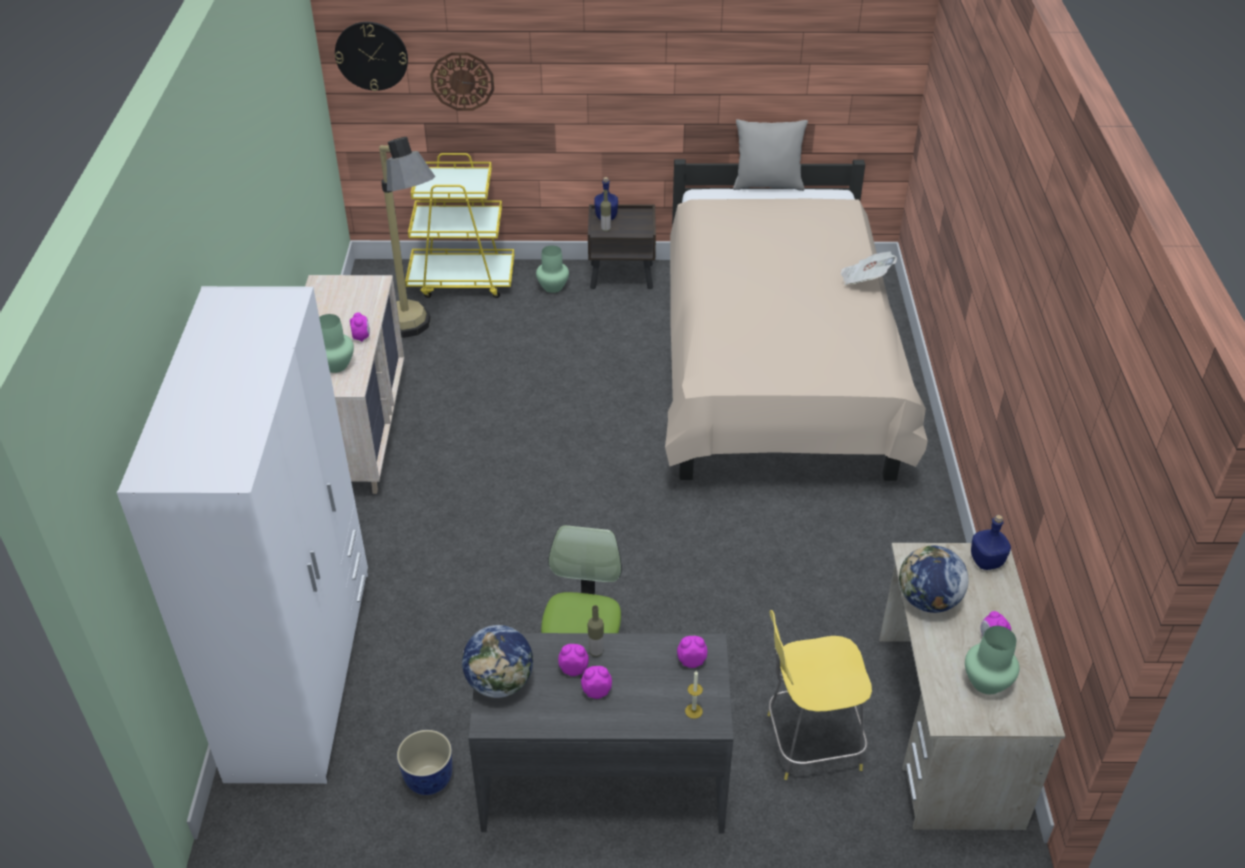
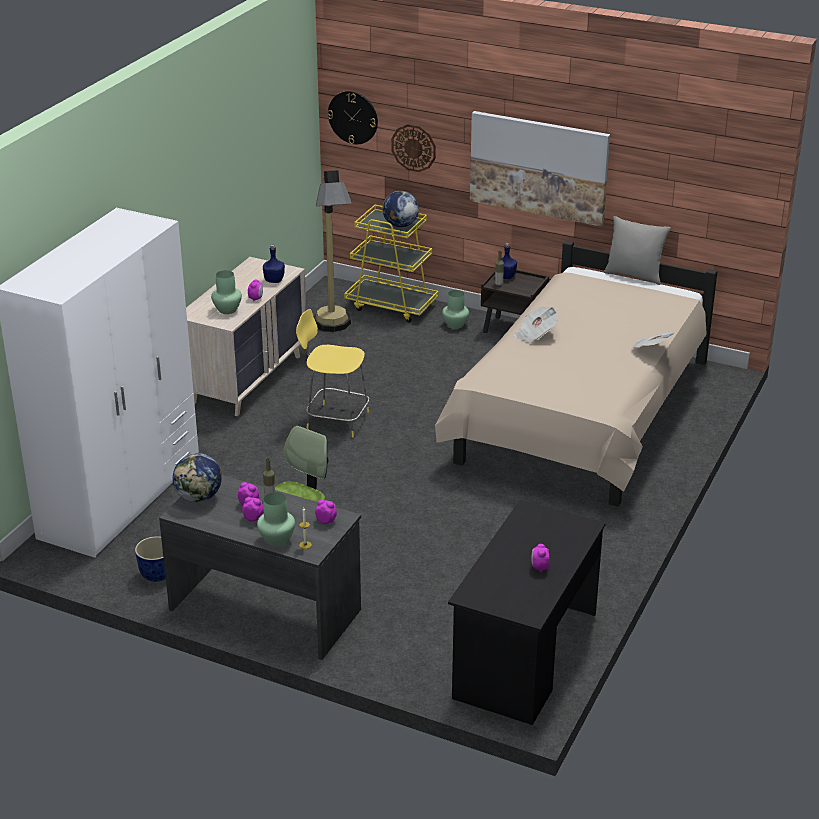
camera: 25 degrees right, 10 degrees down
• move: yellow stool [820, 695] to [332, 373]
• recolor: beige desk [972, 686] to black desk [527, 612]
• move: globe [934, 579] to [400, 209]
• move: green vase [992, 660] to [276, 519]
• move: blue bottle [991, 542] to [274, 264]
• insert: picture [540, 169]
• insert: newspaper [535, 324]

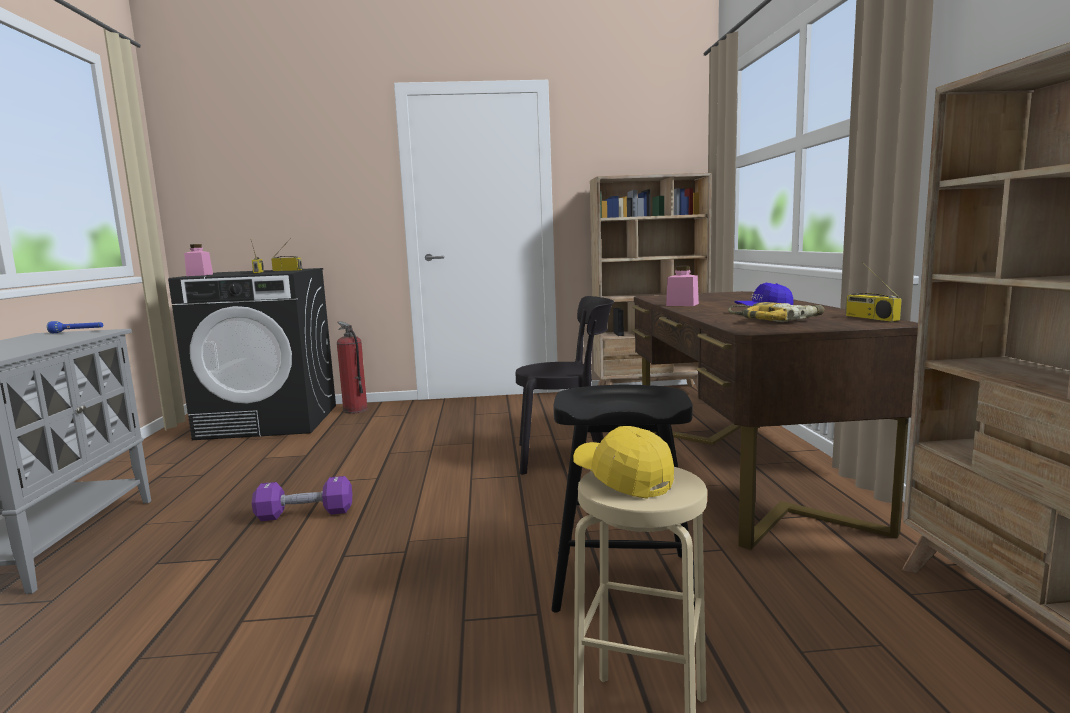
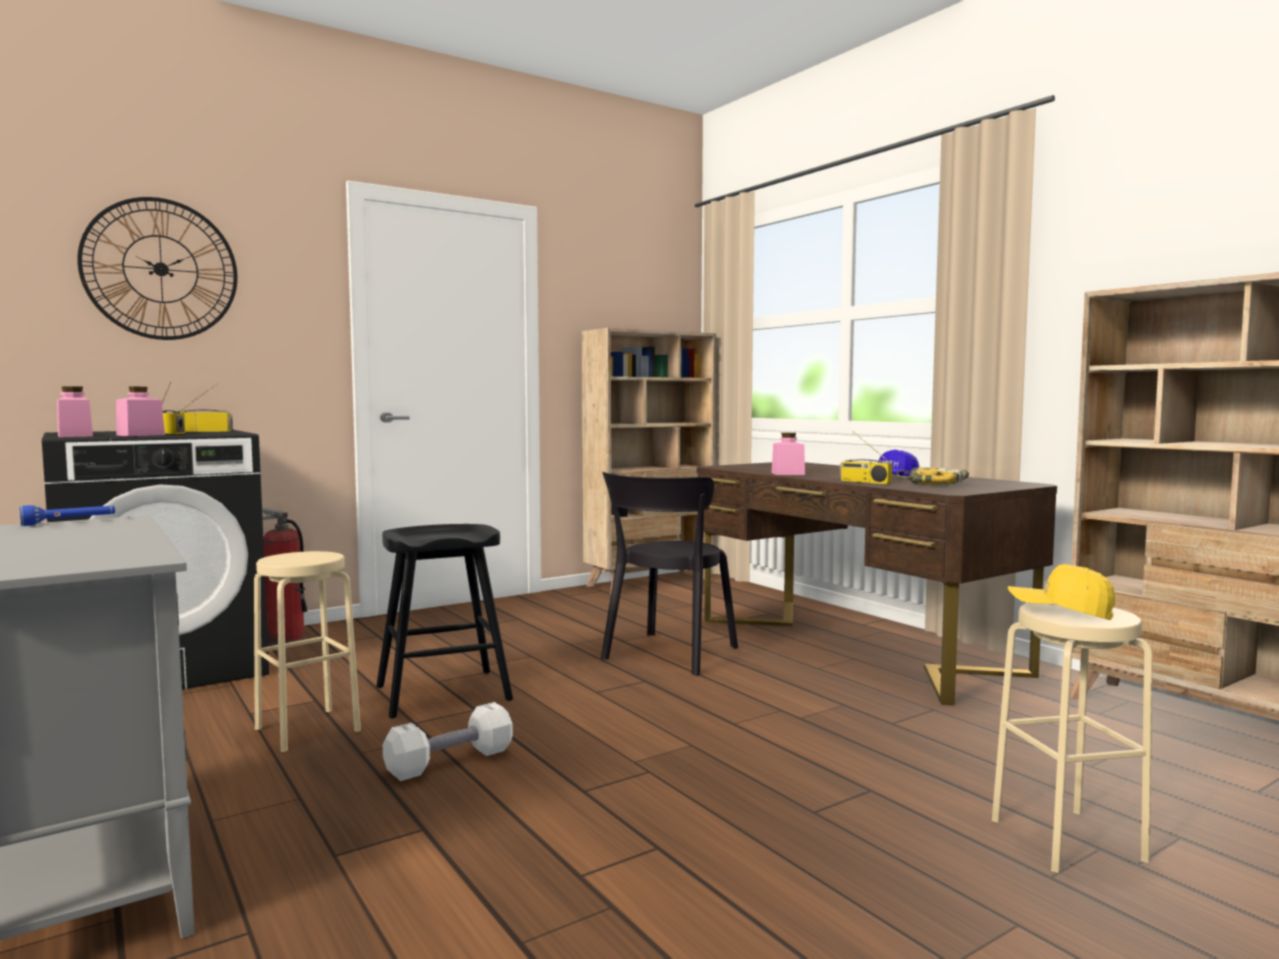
camera: 30 degrees left, 5 degrees down
• recolor: purple dumbbell [302, 498] to white dumbbell [448, 741]
• rotate: black chair [565, 385] = [669, 574] 150 degrees clockwise
• move: black stool [623, 499] to [444, 621]
• move: radio [873, 292] to [866, 457]
• insert: wall clock [157, 268]
• insert: pink jar [140, 411]
• insert: beige stool [307, 651]

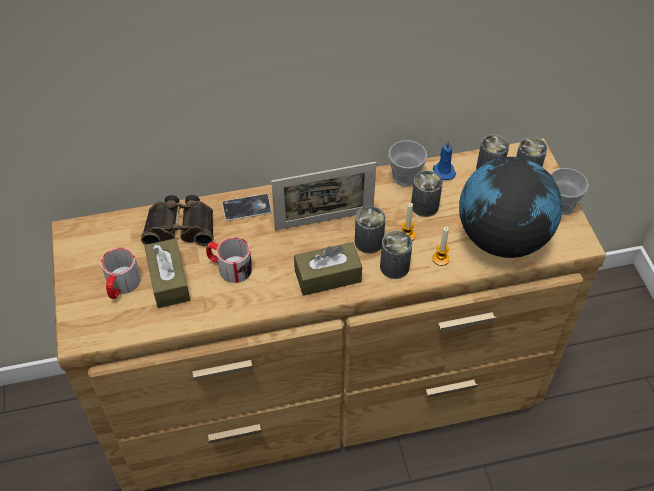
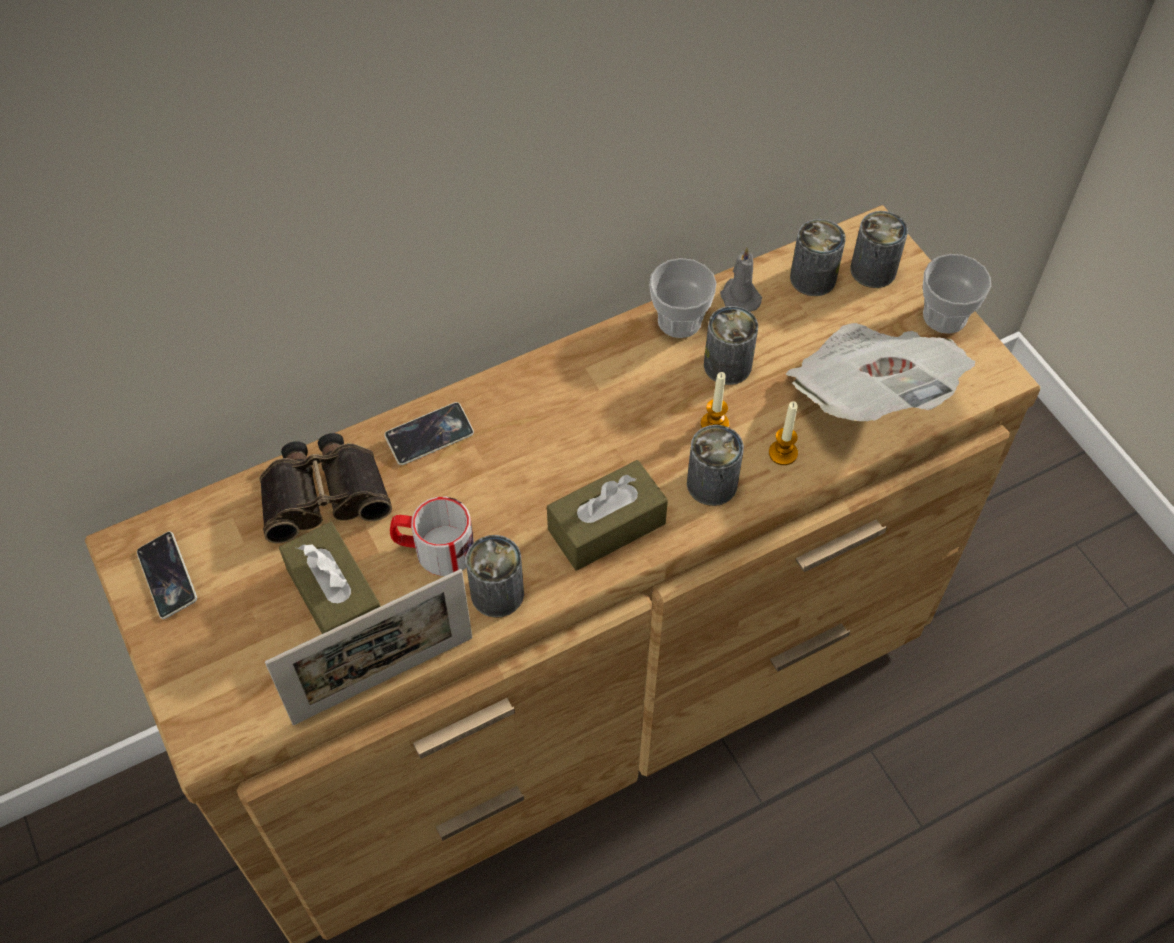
camera: 15 degrees left, 5 degrees up
• delete: mug [121, 273]
• move: picture frame [323, 196] to [368, 647]
• move: can [370, 230] to [495, 576]
• recolor: blue candle [444, 160] to grey candle [741, 279]
• replace: globe [510, 207] to newspaper [880, 372]
• insert: phone [167, 575]

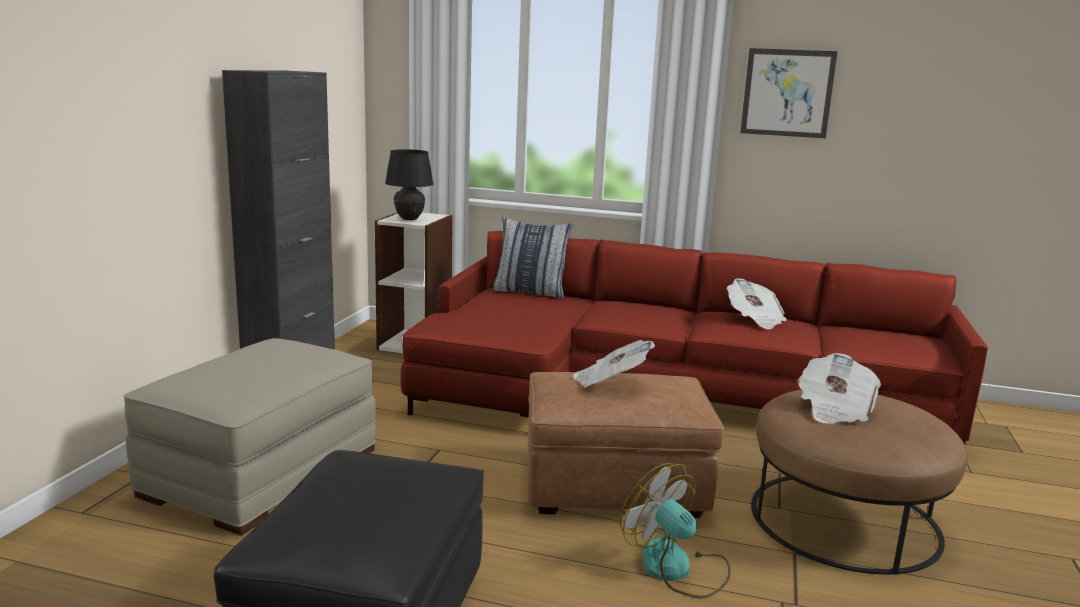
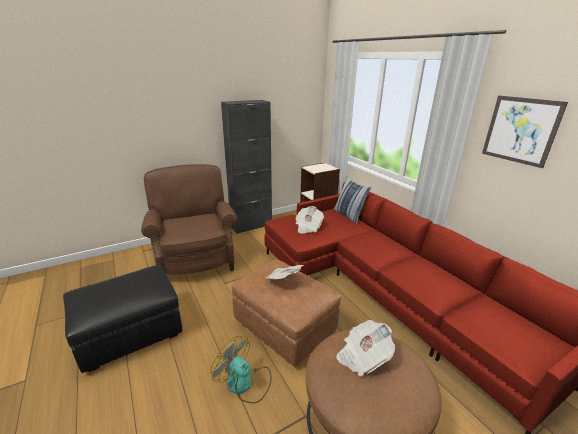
camera: 45 degrees right, 10 degrees up
• replace: beige ottoman [250, 437] to brown armchair [189, 219]
• delete: black table lamp [409, 184]
• rotate: fan [675, 530] = [241, 369] 60 degrees counterclockwise
• move: newspaper [757, 303] to [309, 219]

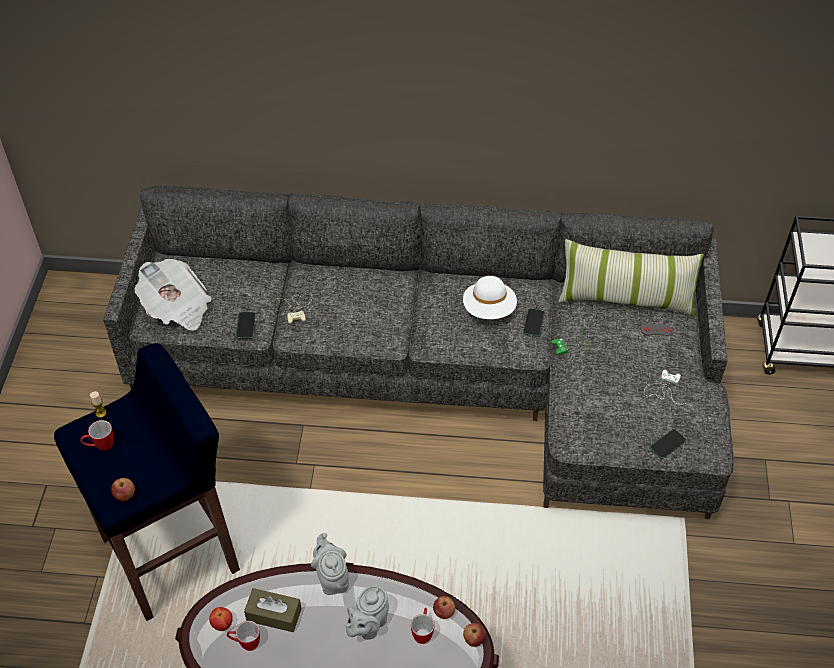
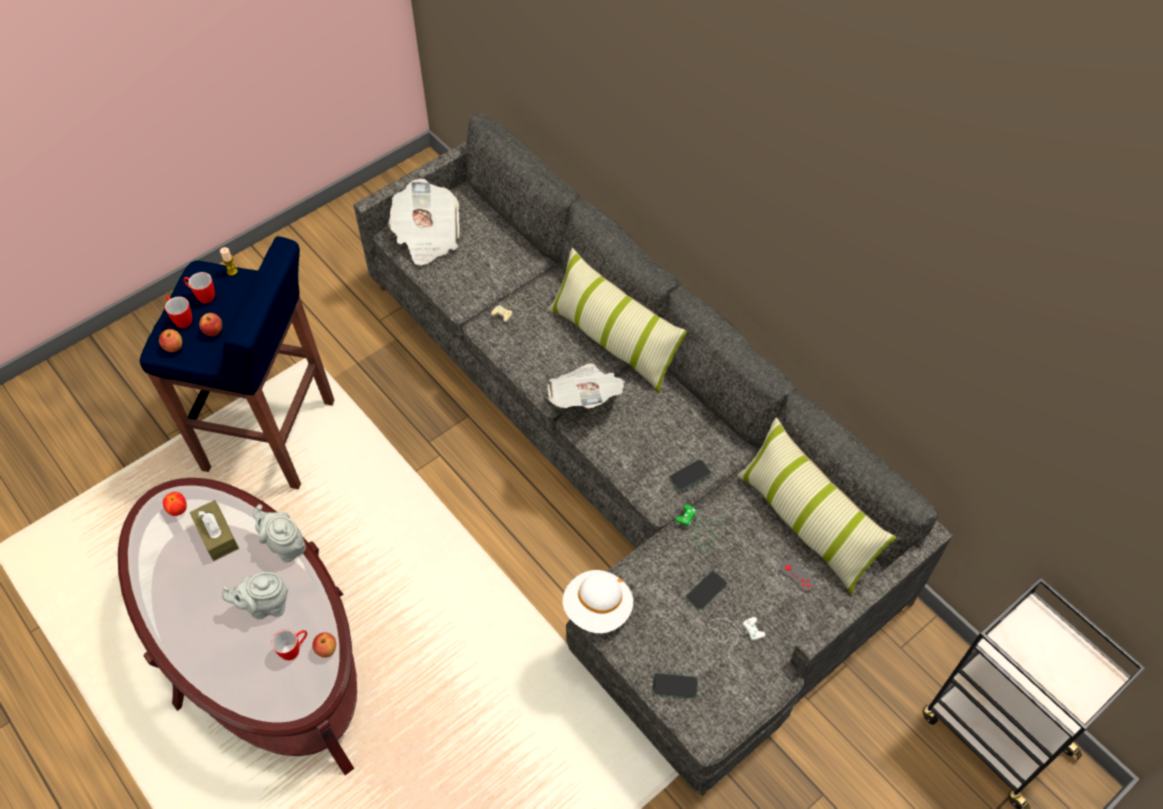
camera: 45 degrees right, 5 degrees up
• move: mug [243, 636] to [178, 312]
• move: phone [246, 325] to [706, 590]
• rotate: grey teapot [330, 564] = [279, 533] 75 degrees counterclockwise
• move: white hat [490, 297] to [598, 601]
• move: apple [474, 635] to [210, 324]
• insert: pillow [617, 320]
• insert: newspaper [586, 386]

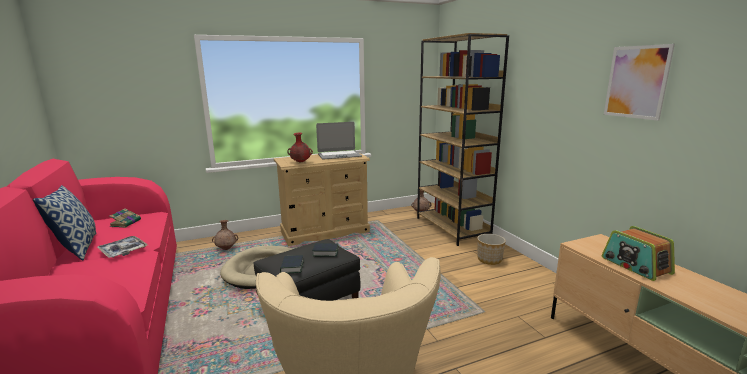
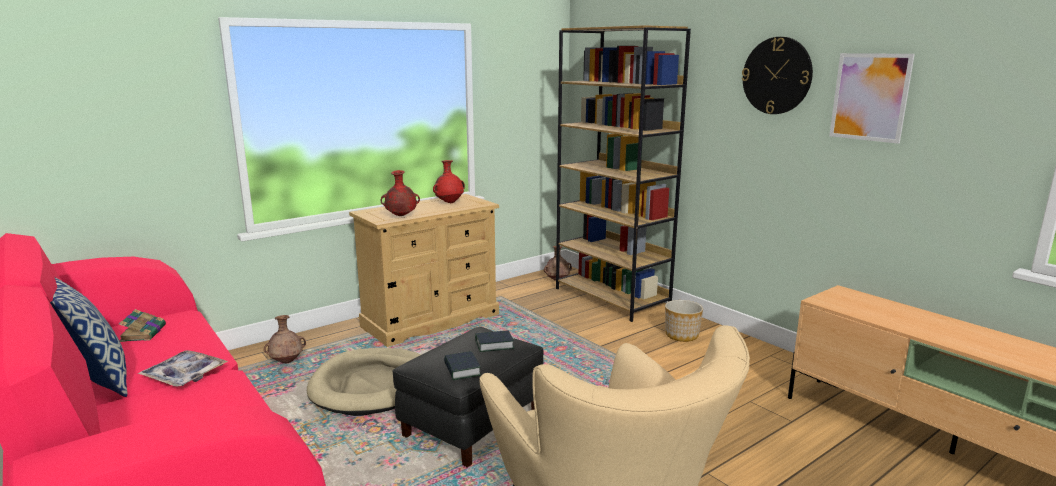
camera: 15 degrees left, 0 degrees up
• replace: laptop [339, 140] to red vase [449, 181]
• delete: radio [638, 253]
• insert: wall clock [777, 75]

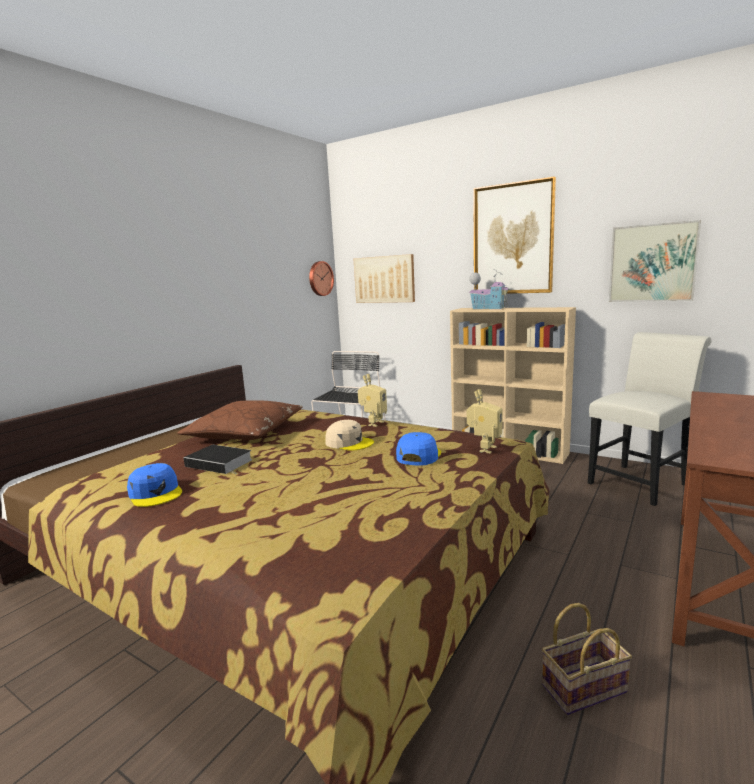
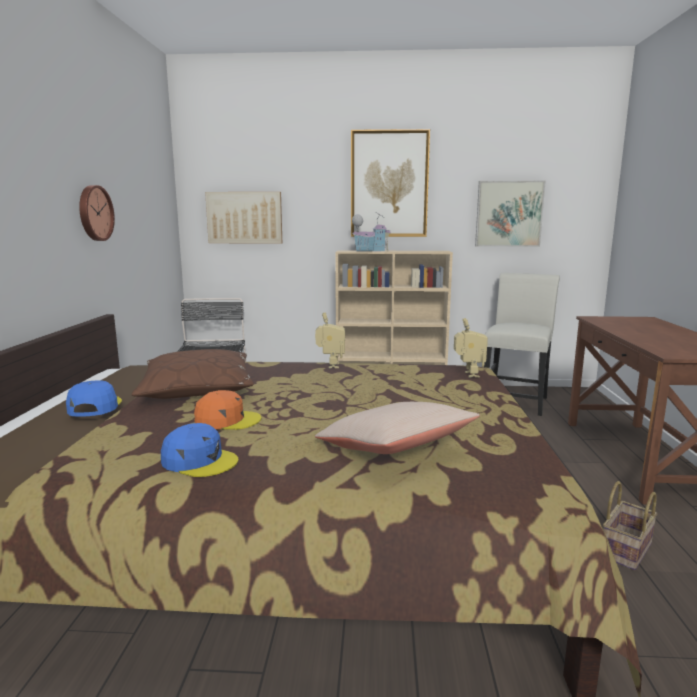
camera: 30 degrees left, 0 degrees up
• replace: book [217, 459] to orange cap [227, 410]
• move: wall clock [321, 278] to [97, 213]
• delete: beige cap [349, 435]
• move: blue cap [418, 448] to [94, 399]
• insert: beige pillow [397, 428]

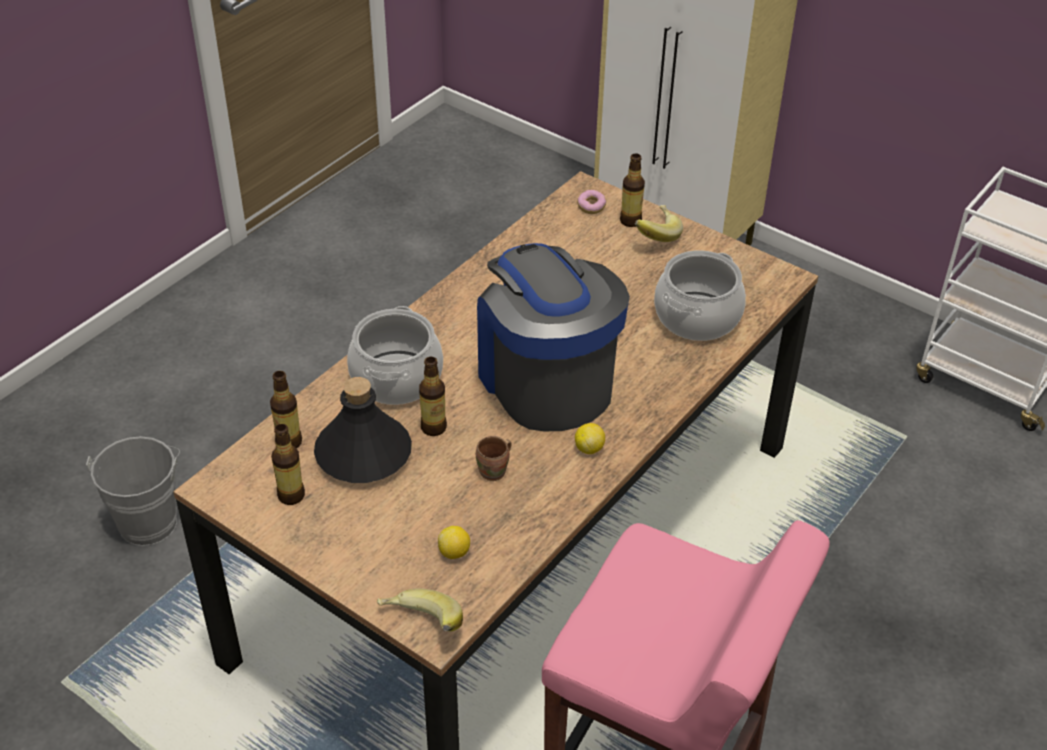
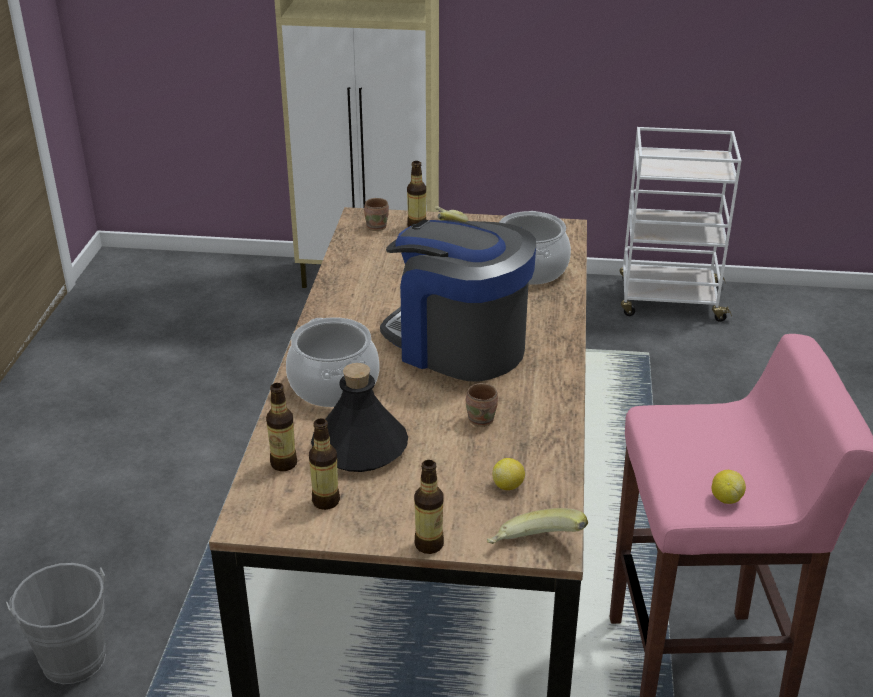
camera: 30 degrees left, 10 degrees down
• move: bottle [433, 396] to [429, 507]
• move: lemon [590, 438] to [728, 487]
• replace: donut [591, 202] to brown mug [376, 214]

